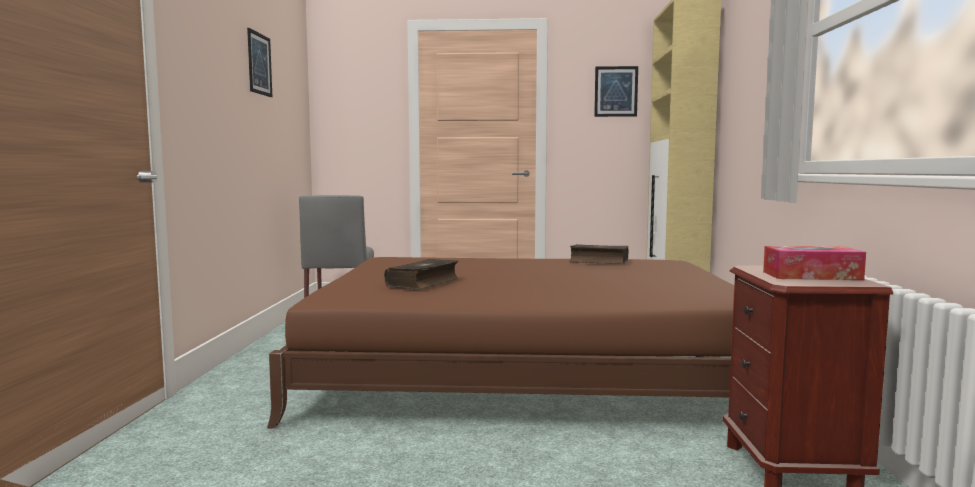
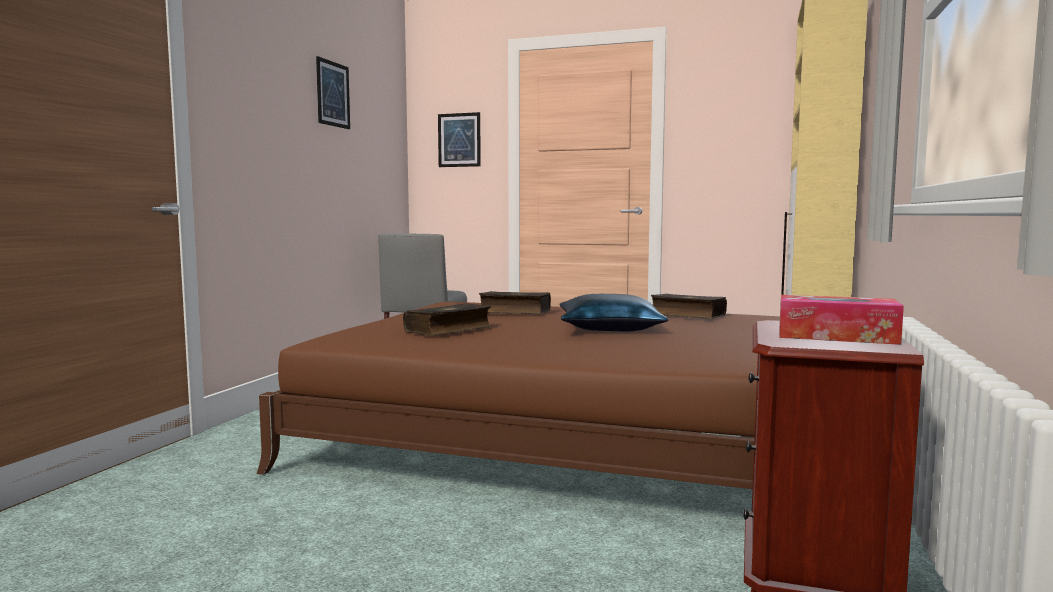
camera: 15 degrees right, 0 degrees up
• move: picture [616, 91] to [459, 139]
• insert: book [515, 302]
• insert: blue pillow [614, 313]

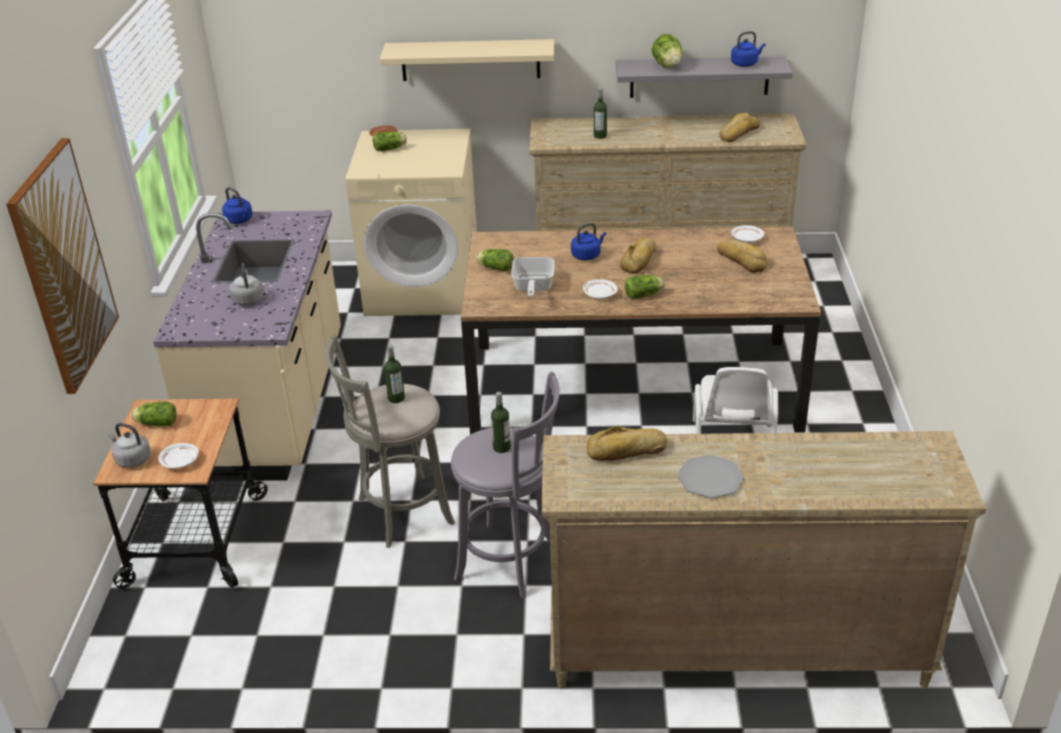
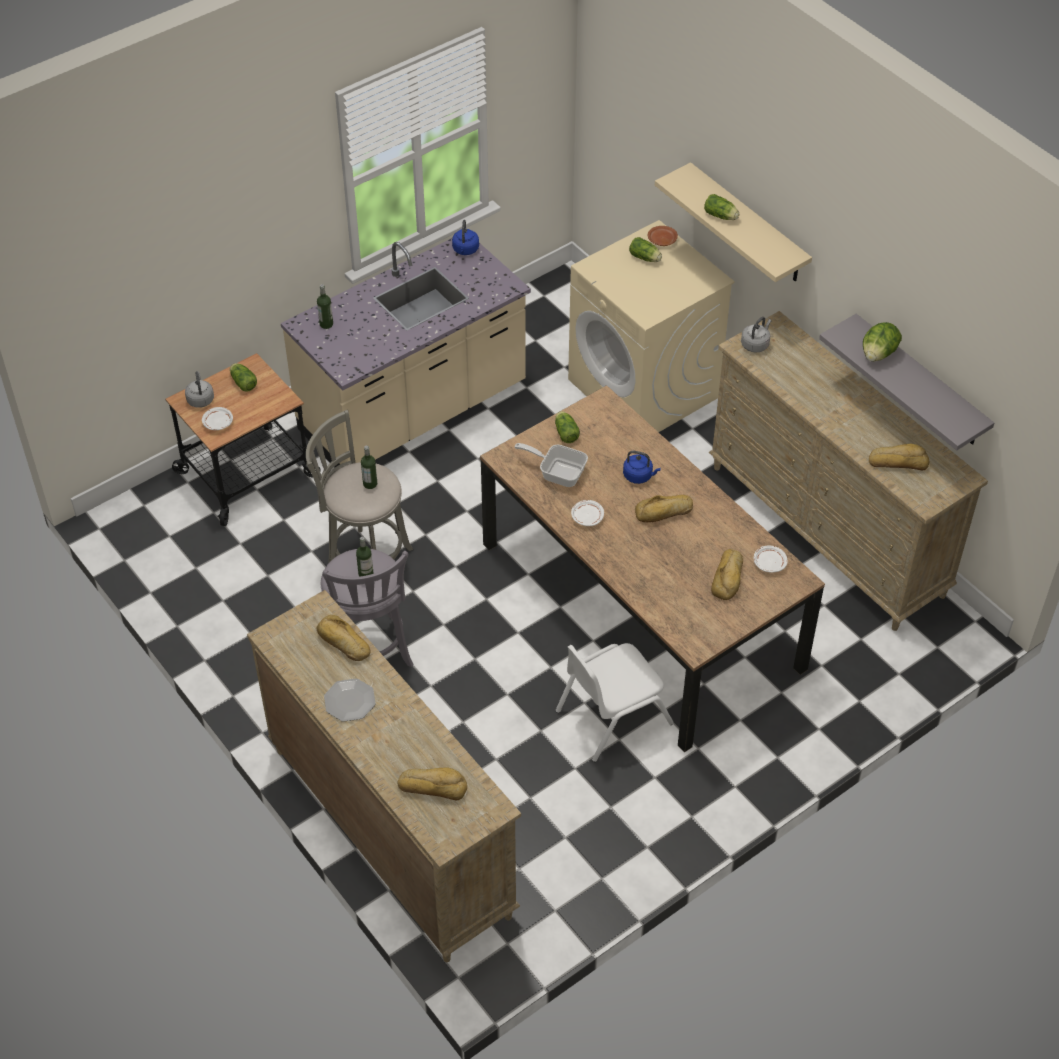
camera: 50 degrees right, 15 degrees up
• delete: picture [62, 266]
• move: grey kettle [246, 284] to [756, 335]
• rotate: frying pan [533, 277] = [551, 465] 60 degrees clockwise
• move: bottle [600, 113] to [325, 306]
• move: lettuce [645, 287] to [721, 207]
• delete: blue kettle [748, 49]
• insert: bread [432, 783]

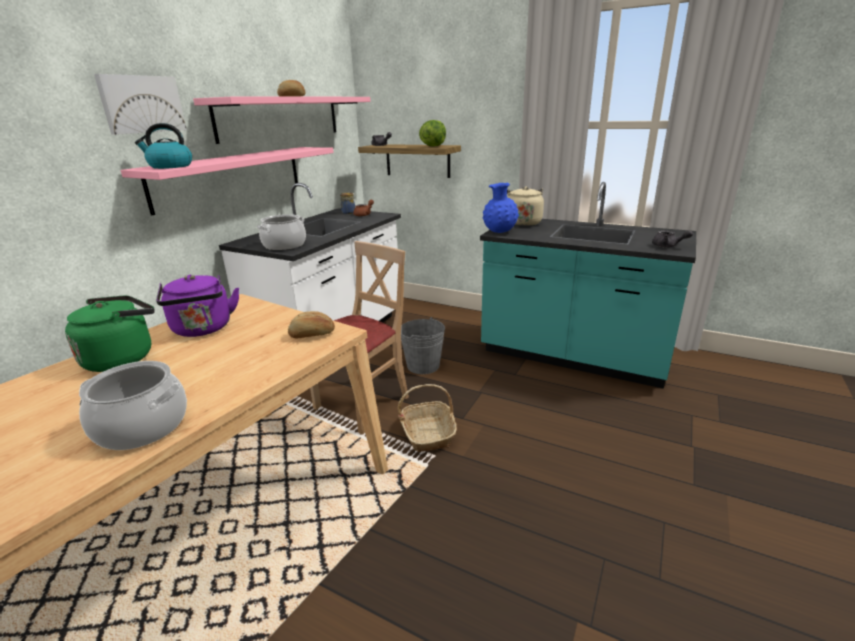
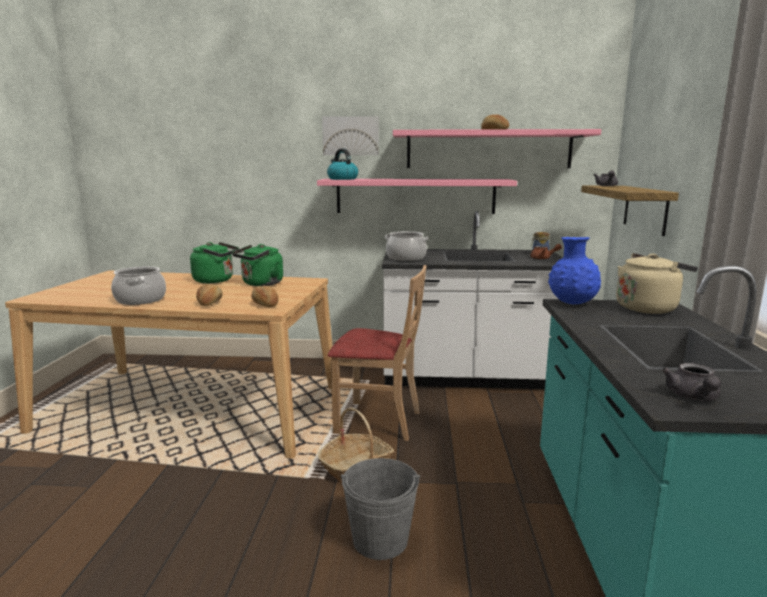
camera: 65 degrees right, 10 degrees down
• recolor: purple kettle [197, 306] to green kettle [257, 265]
• move: grey bucket [423, 345] to [380, 509]
• delete: lettuce [432, 133]
• insert: bread [209, 295]

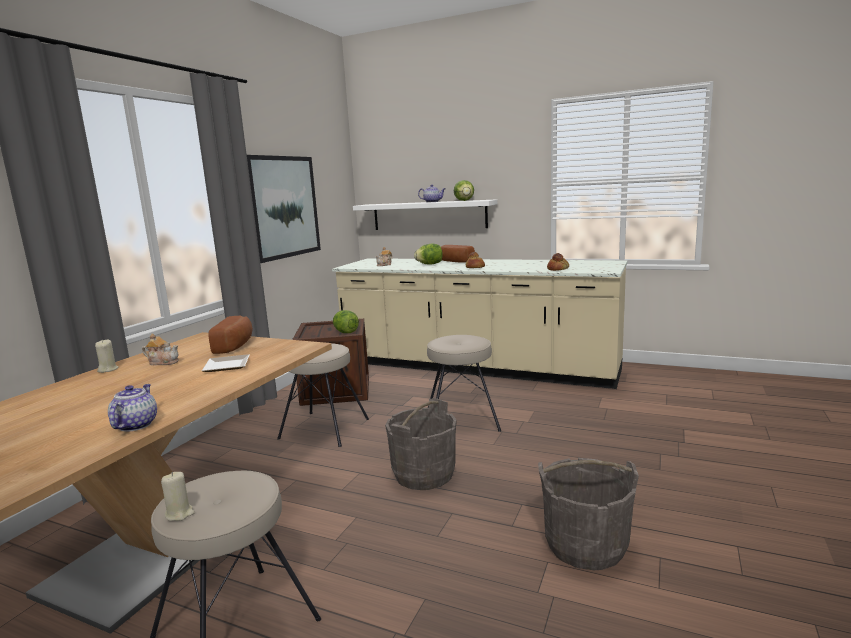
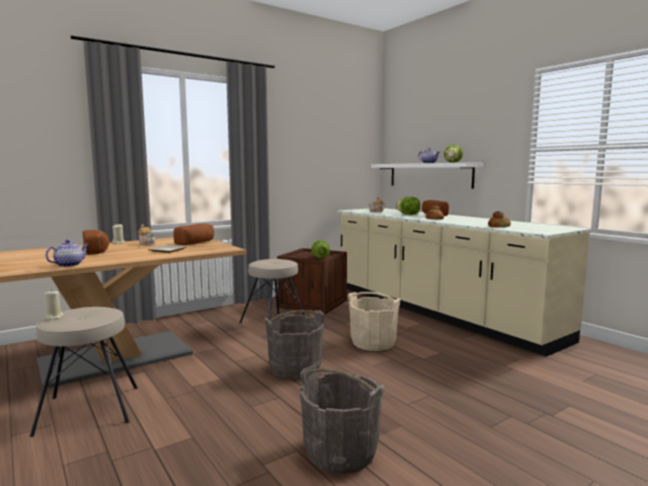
camera: 30 degrees right, 5 degrees down
• delete: picture [284, 209]
• replace: beige stool [464, 383] to beige bucket [374, 321]
• insert: bread [96, 242]

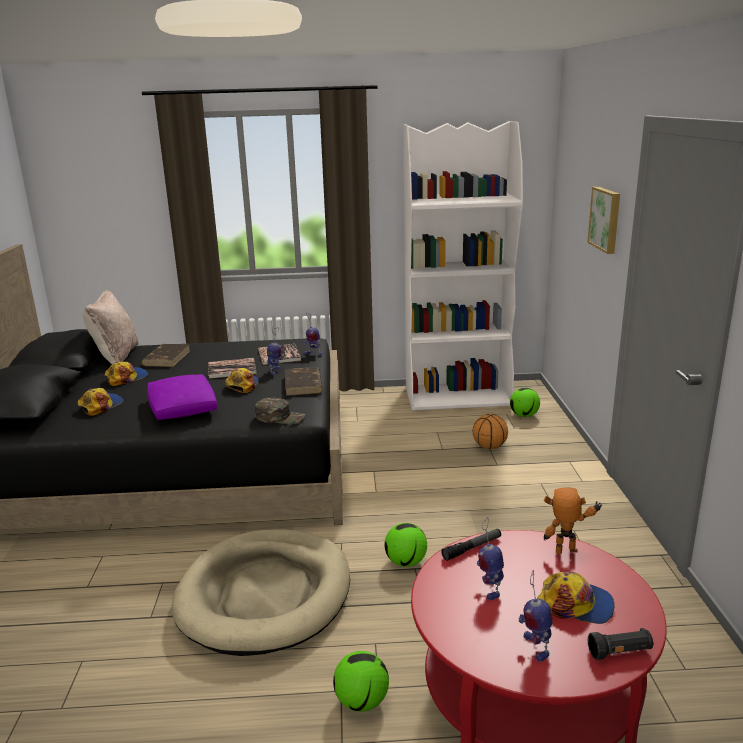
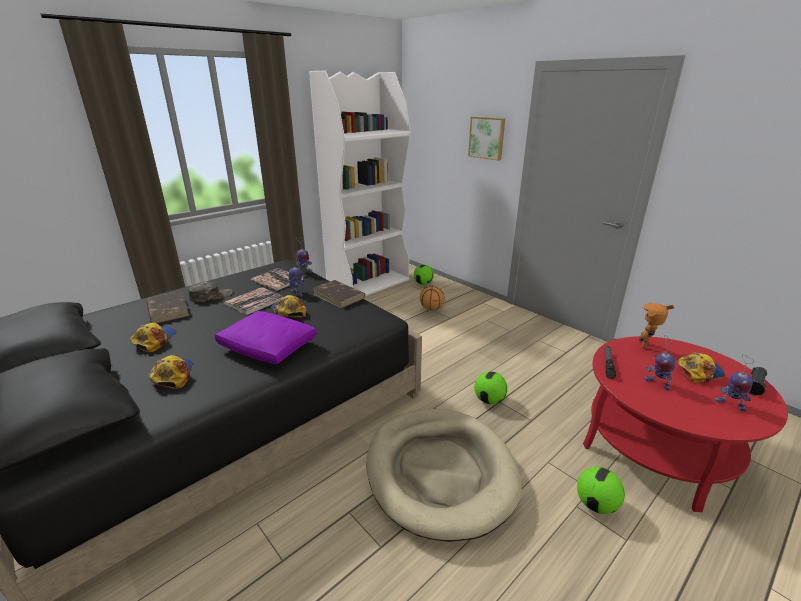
camera: 40 degrees left, 5 degrees up
• delete: beige pillow [111, 327]
• move: green cap [280, 411] to [210, 291]

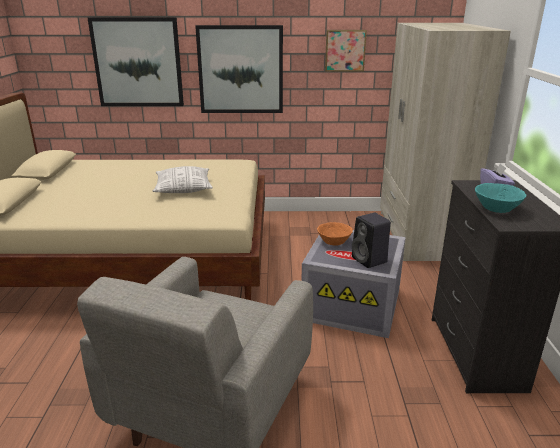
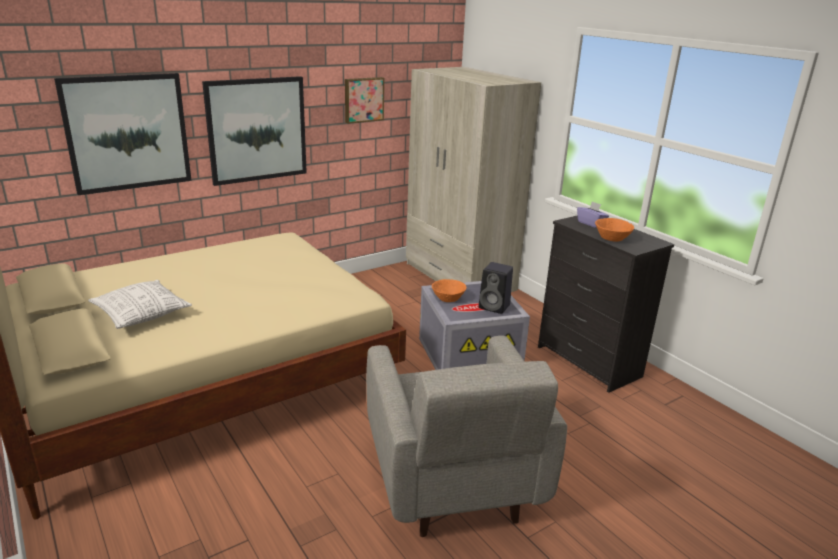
camera: 35 degrees left, 0 degrees up
• move: pillow [183, 179] to [140, 304]
• recolor: turquoise bowl [500, 198] to orange bowl [614, 230]

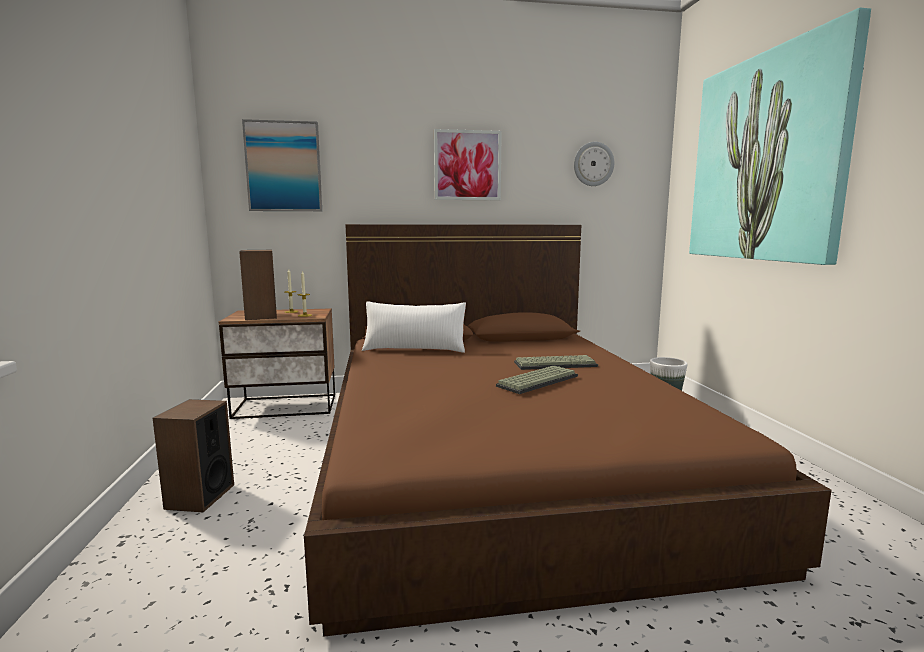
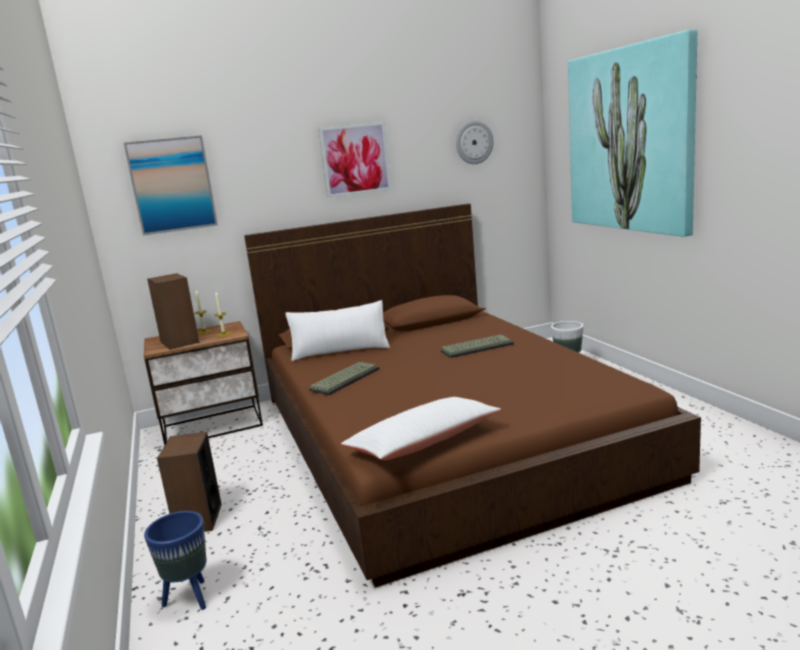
camera: 10 degrees left, 5 degrees up
• move: keyboard [537, 379] to [344, 378]
• insert: blue planter [175, 560]
• insert: white pillow [421, 428]

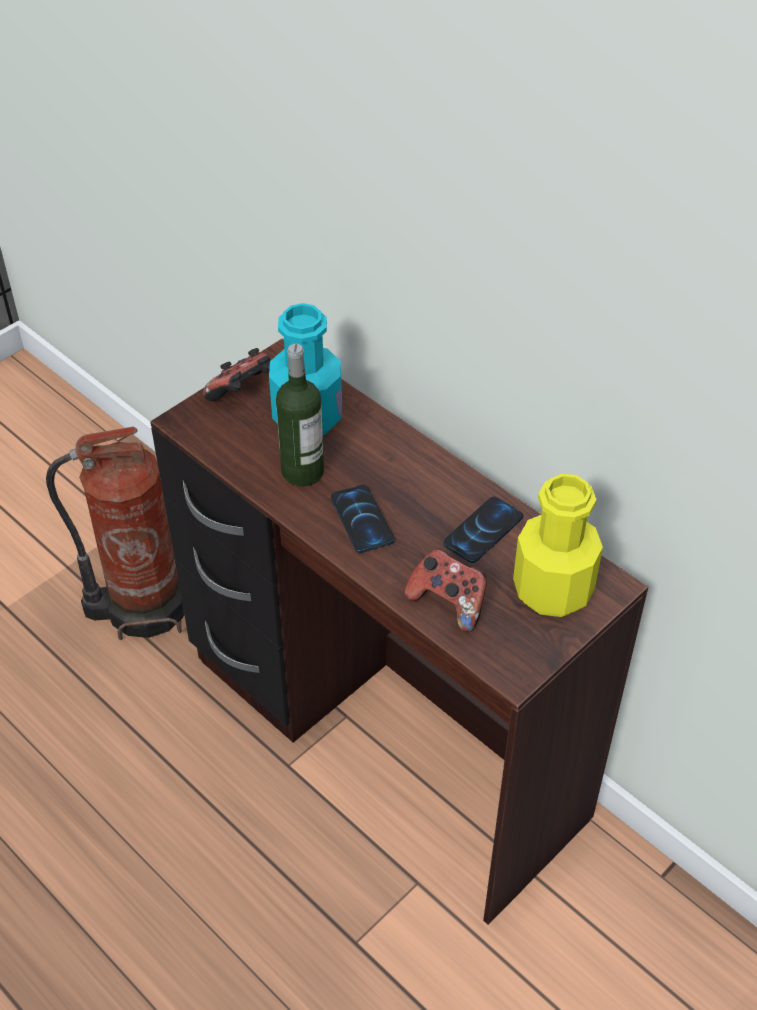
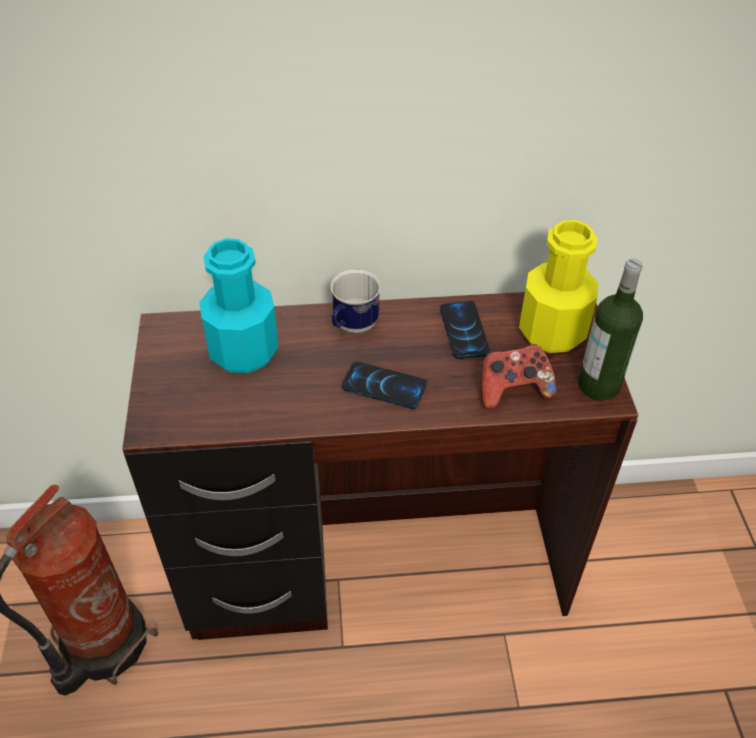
camera: 50 degrees left, 0 degrees up
• delete: game controller [237, 374]
• move: bottle [300, 415] to [610, 329]
• insert: mug [356, 301]

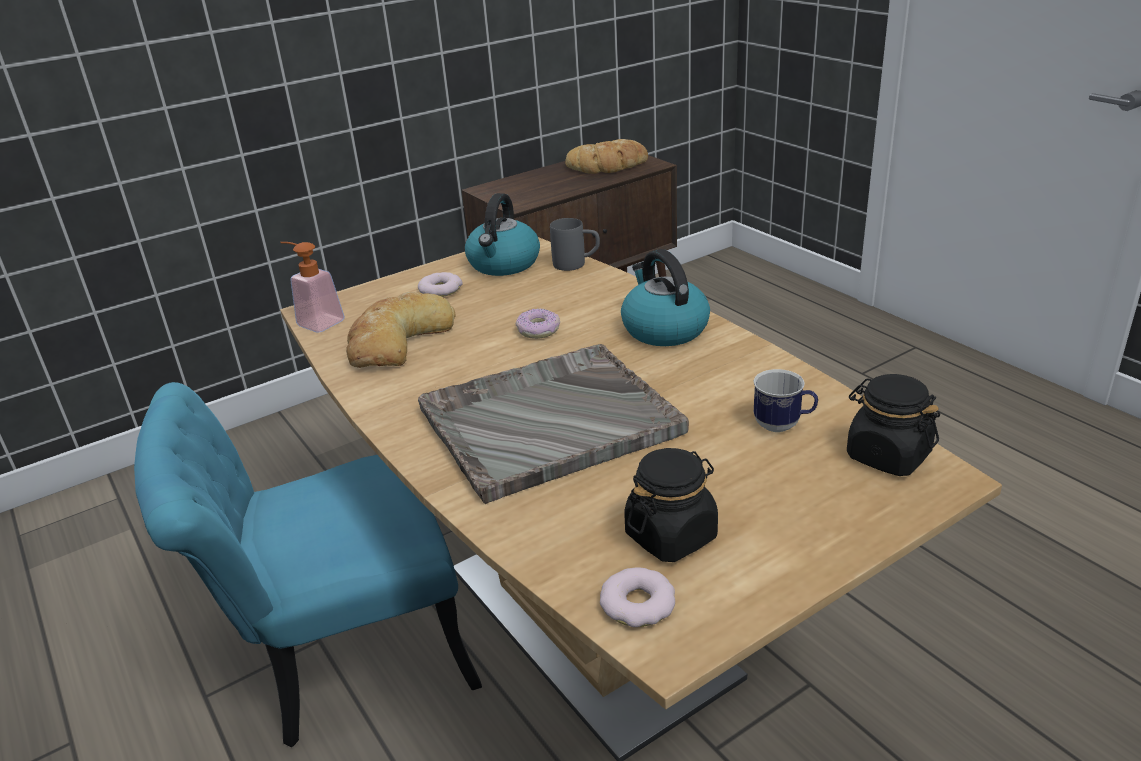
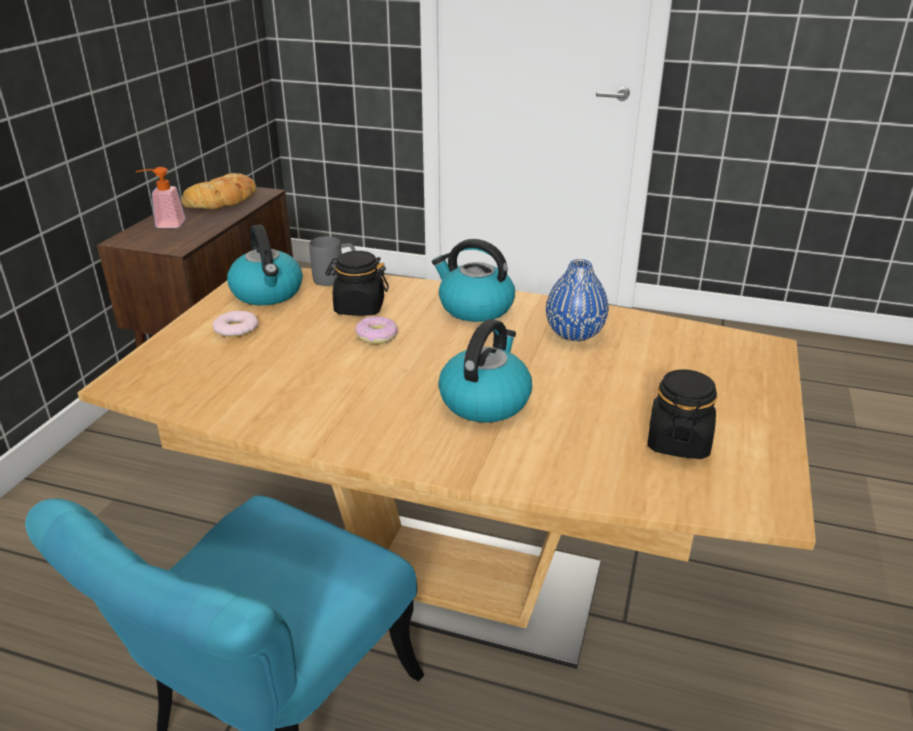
camera: 40 degrees left, 0 degrees up
• move: soap dispenser [312, 287] to [160, 197]
• delete: bread [400, 330]
• replace: grey tray [553, 424] to kettle [485, 371]
• delete: donut [637, 597]
• delete: mug [785, 400]
• move: black jar [893, 425] to [357, 283]
• insert: blue vase [577, 300]

